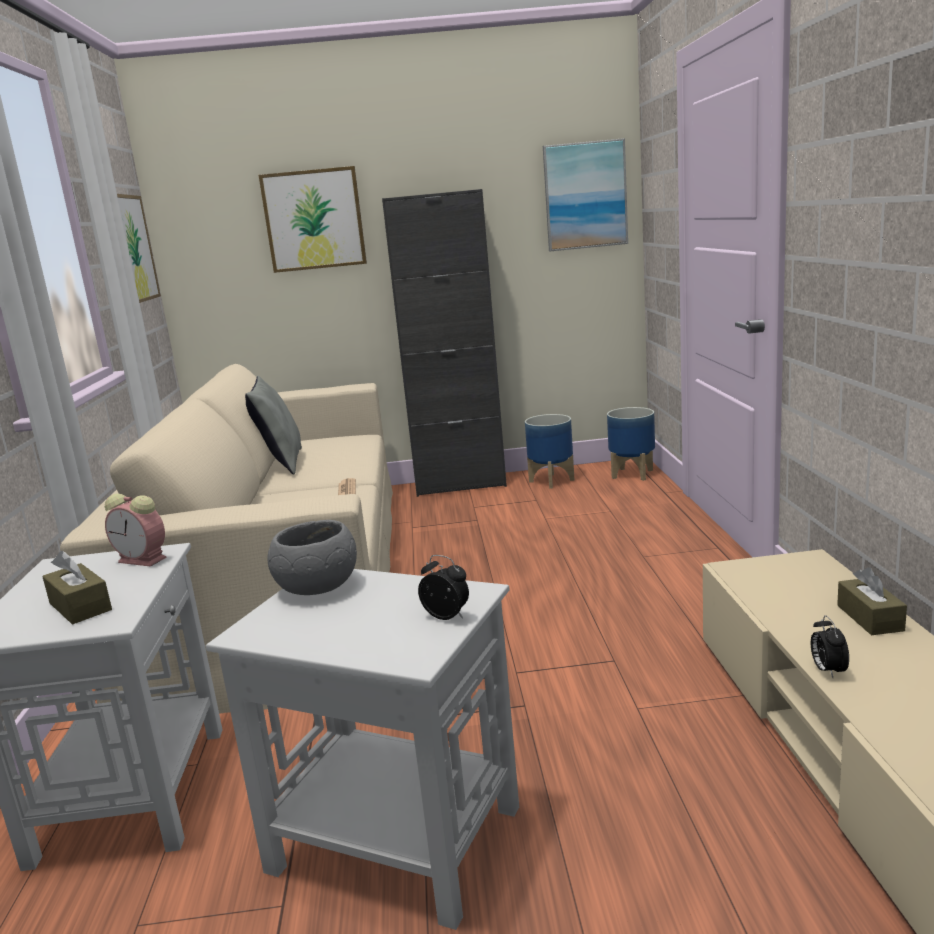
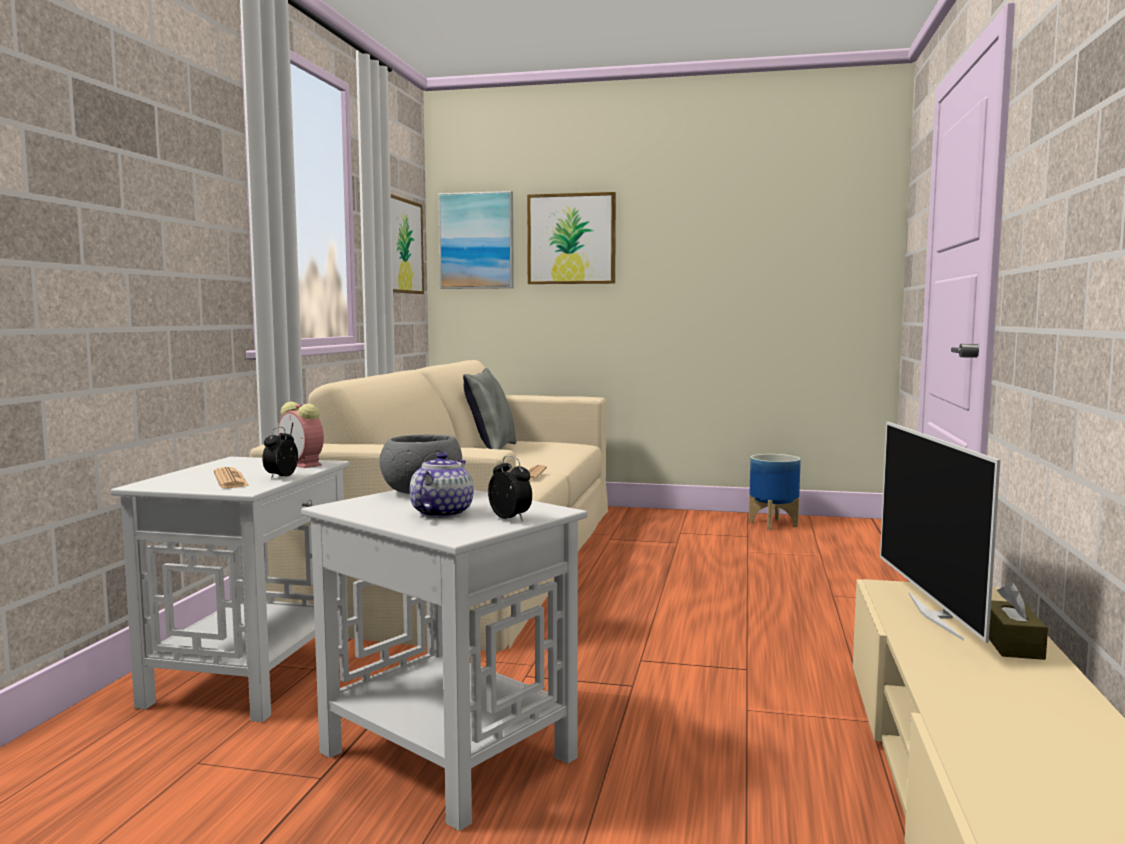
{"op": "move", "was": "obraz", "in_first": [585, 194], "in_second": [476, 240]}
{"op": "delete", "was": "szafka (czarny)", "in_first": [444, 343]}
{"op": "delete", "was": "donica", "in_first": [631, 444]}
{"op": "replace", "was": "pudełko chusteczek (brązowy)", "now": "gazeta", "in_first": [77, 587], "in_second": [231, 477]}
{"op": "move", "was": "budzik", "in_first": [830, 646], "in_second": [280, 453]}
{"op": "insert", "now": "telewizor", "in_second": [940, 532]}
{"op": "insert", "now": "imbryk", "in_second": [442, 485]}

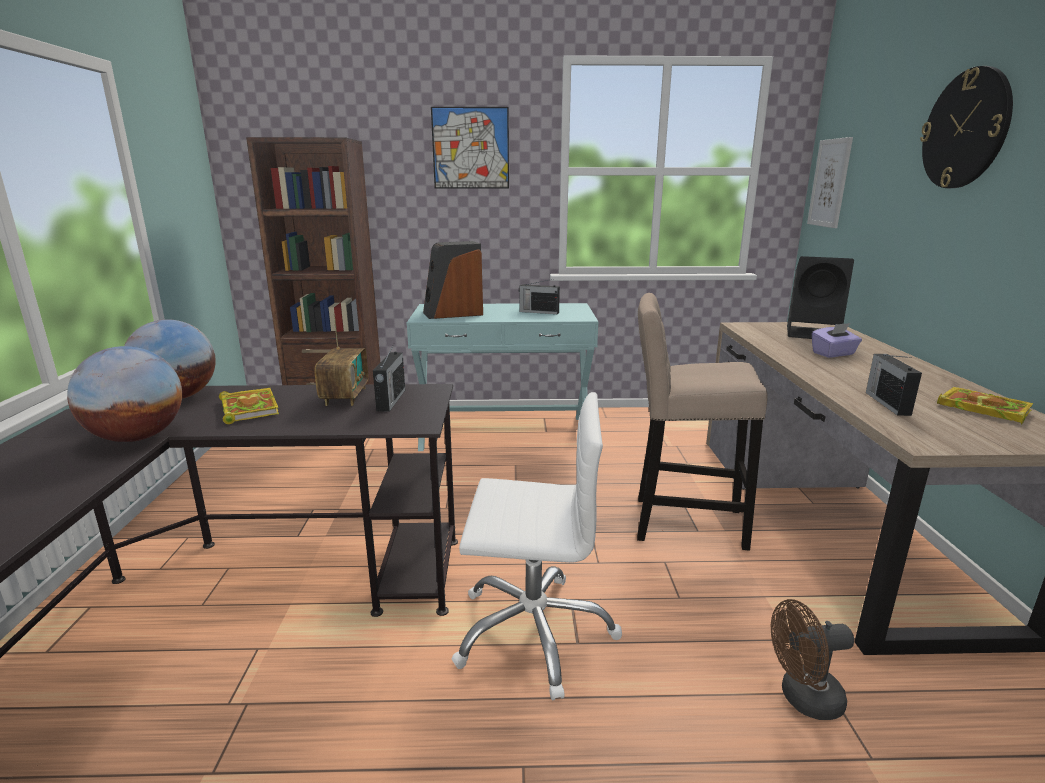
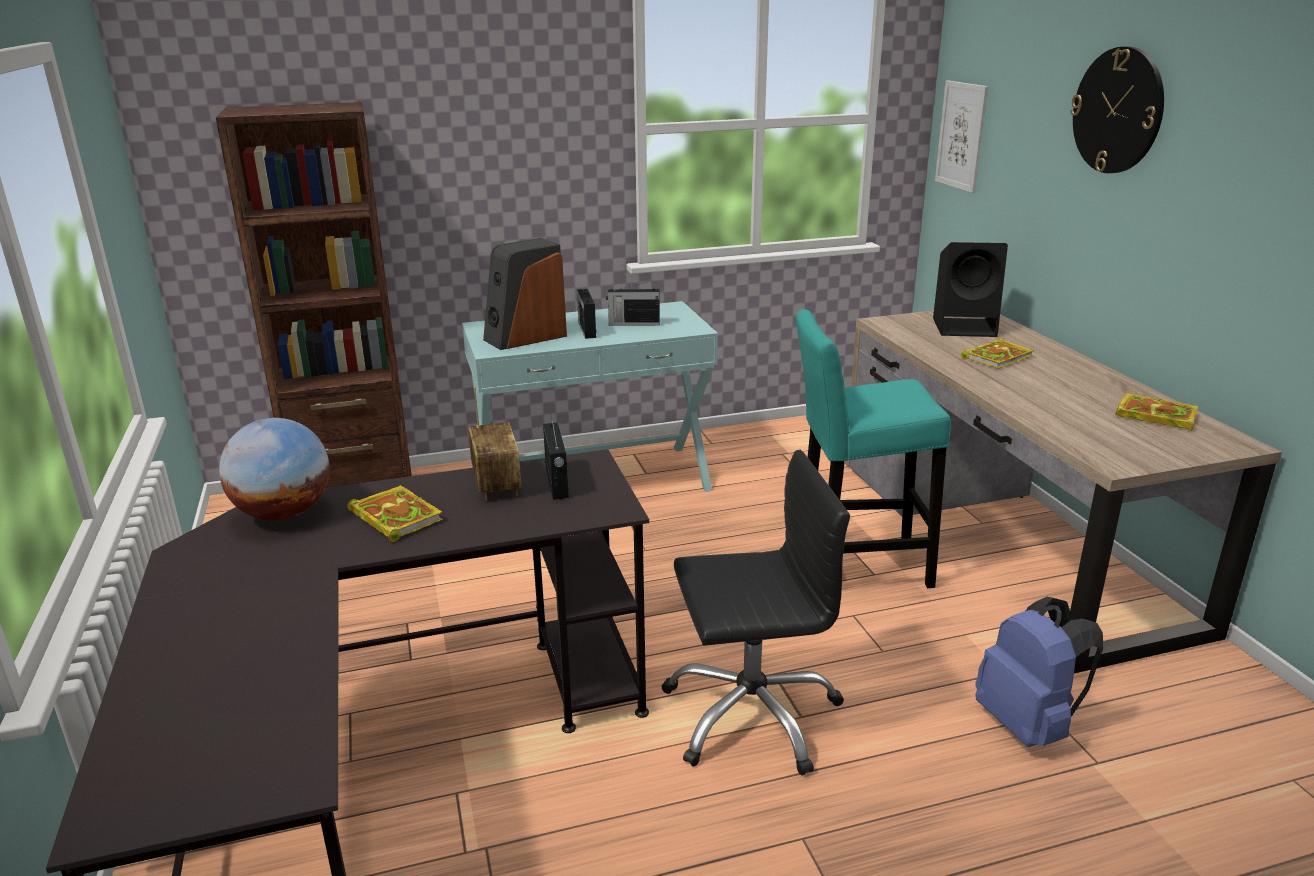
{"op": "delete", "was": "obraz", "in_first": [470, 148]}
{"op": "recolor", "was": "stołek (beżowy)", "now": "stołek (turkusowy)", "in_first": [702, 422], "in_second": [873, 448]}
{"op": "replace", "was": "pudełko chusteczek (fioletowy)", "now": "książka", "in_first": [837, 340], "in_second": [997, 353]}
{"op": "delete", "was": "globus", "in_first": [124, 394]}
{"op": "move", "was": "radio", "in_first": [894, 385], "in_second": [586, 314]}
{"op": "recolor", "was": "krzesło biurowe (biały)", "now": "krzesło biurowe (czarny)", "in_first": [537, 546], "in_second": [755, 613]}
{"op": "replace", "was": "wentylator (brązowy)", "now": "plecak (niebieski)", "in_first": [812, 659], "in_second": [1039, 672]}

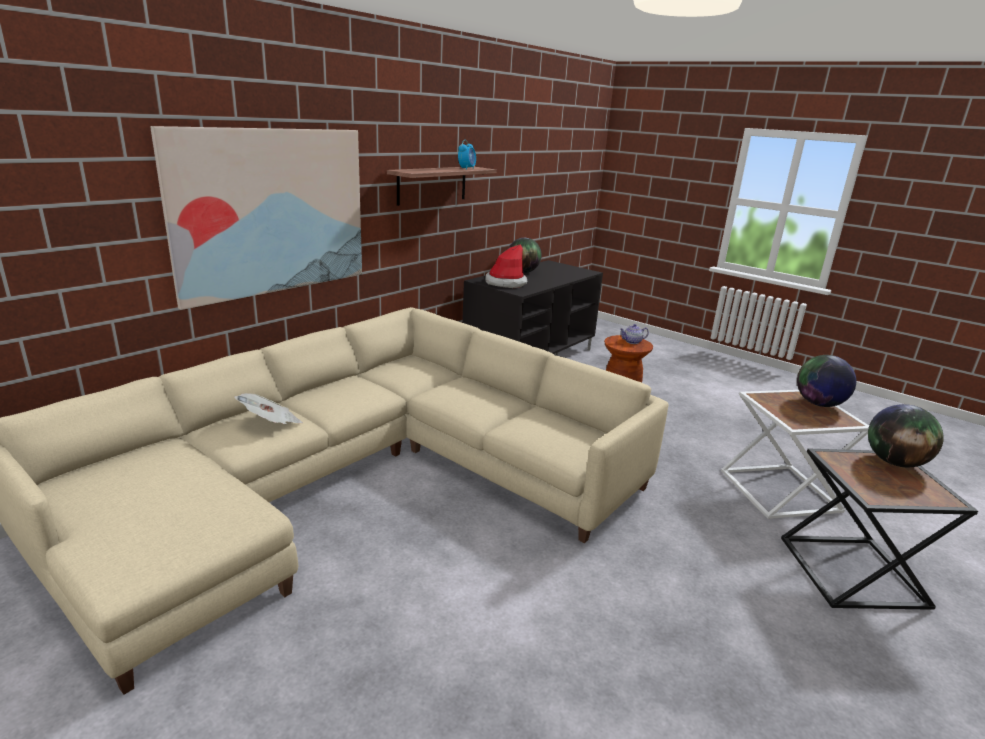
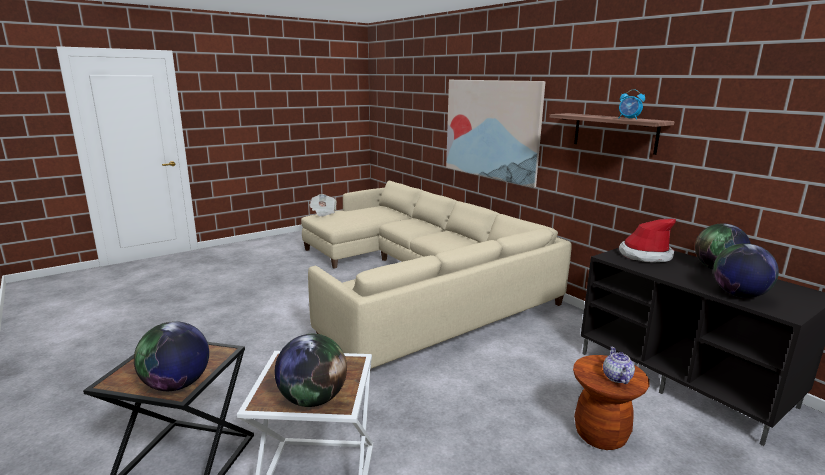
{"op": "move", "was": "gazeta", "in_first": [268, 408], "in_second": [322, 205]}
{"op": "insert", "now": "globus", "in_second": [746, 270]}

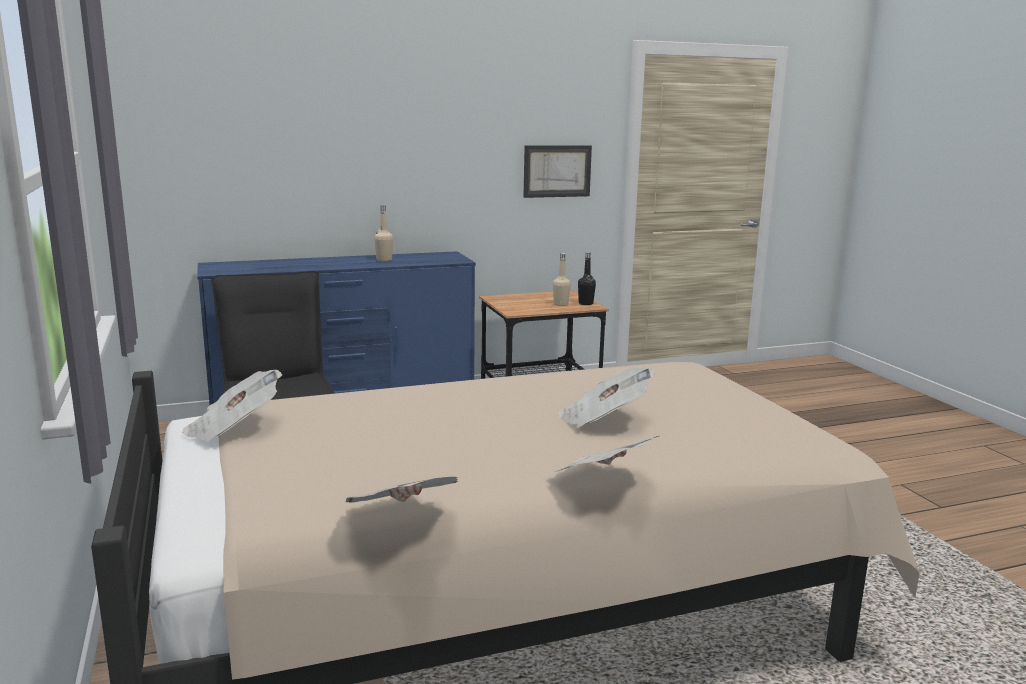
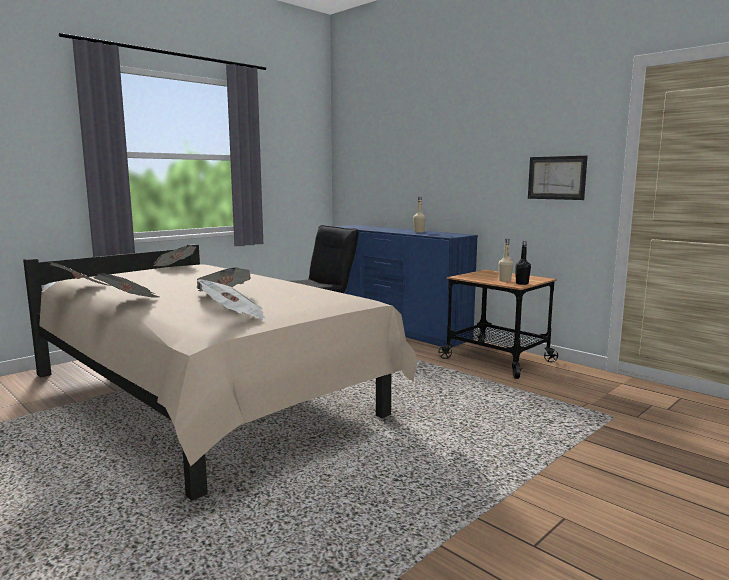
{"op": "insert", "now": "gazeta", "in_second": [232, 299]}

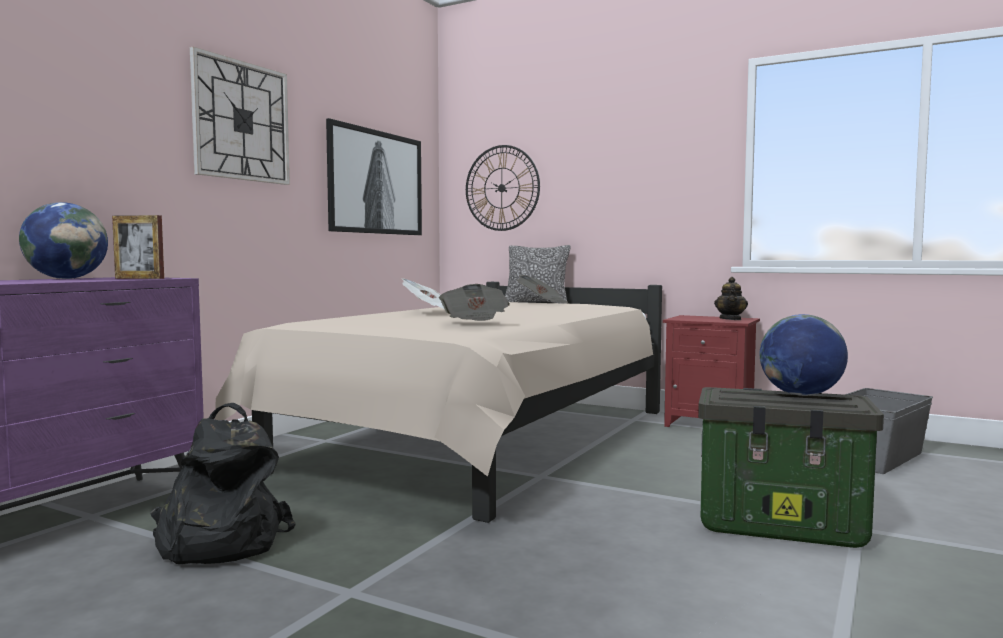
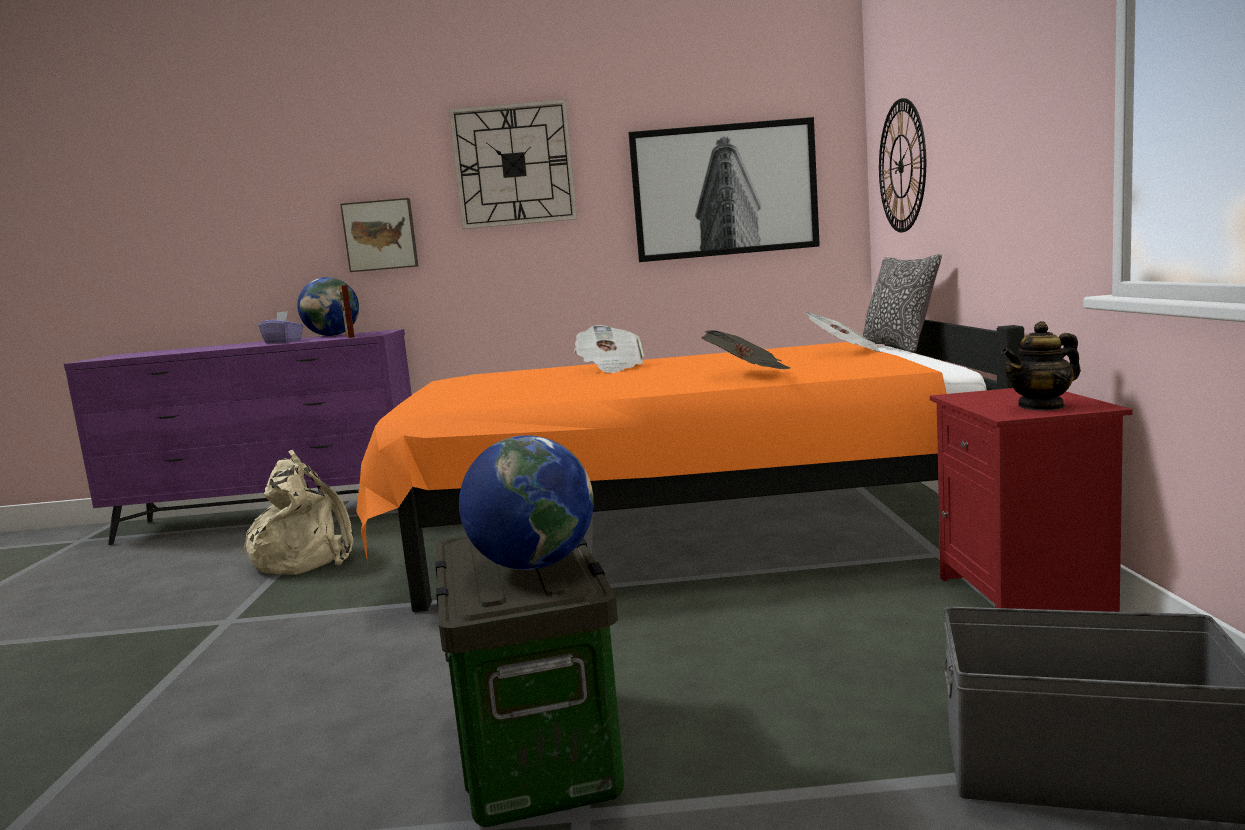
{"op": "recolor", "was": "łóżko (beżowy)", "now": "łóżko (pomarańczowy)", "in_first": [438, 402], "in_second": [690, 466]}
{"op": "move", "was": "gazeta", "in_first": [474, 302], "in_second": [746, 349]}
{"op": "recolor", "was": "plecak (czarny)", "now": "plecak (beżowy)", "in_first": [222, 483], "in_second": [297, 512]}
{"op": "insert", "now": "obraz", "in_second": [379, 235]}
{"op": "insert", "now": "pudełko chusteczek (fioletowy)", "in_second": [281, 327]}

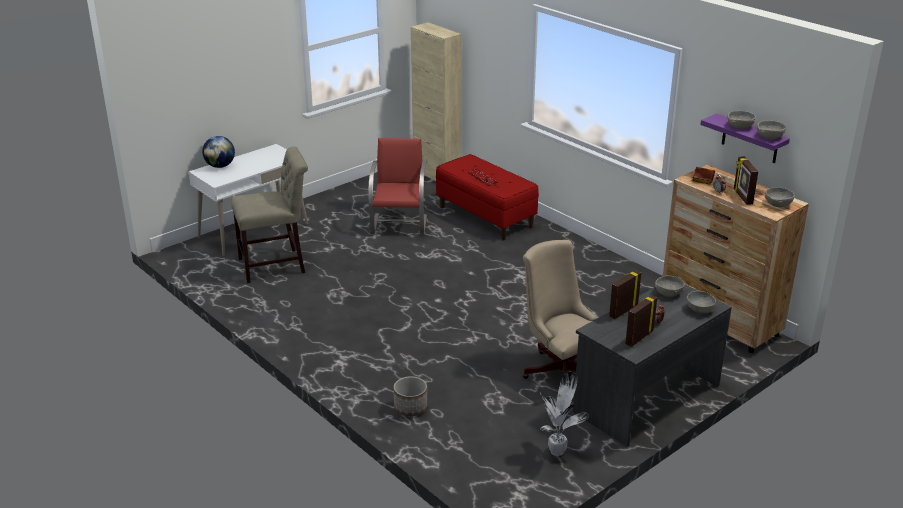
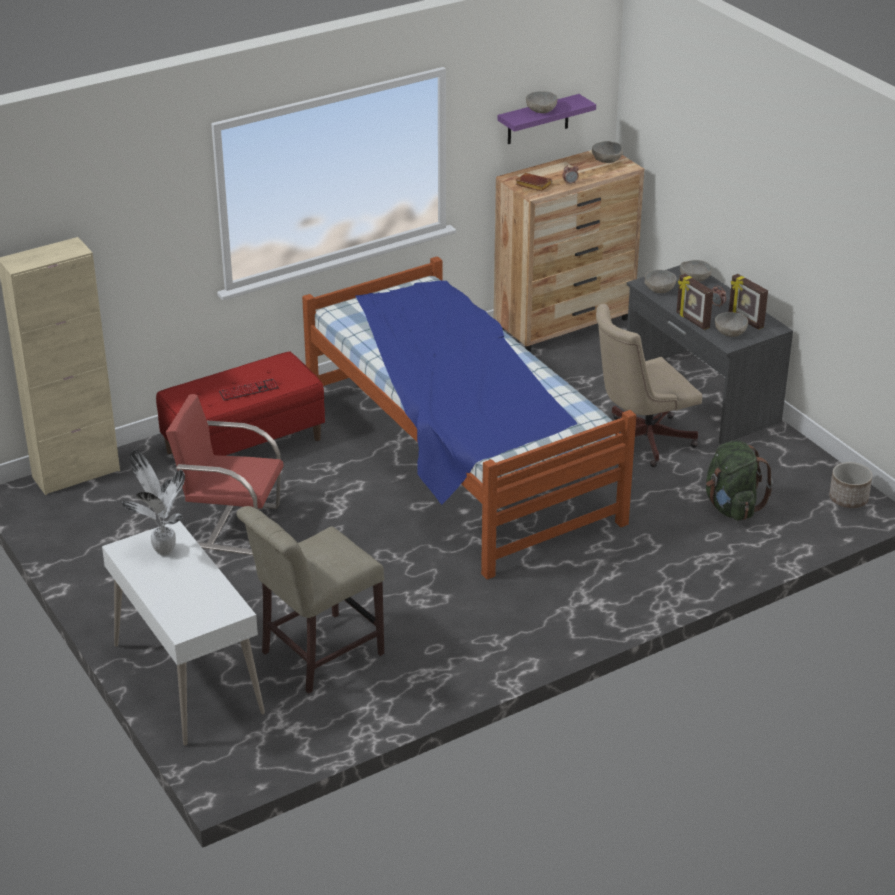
{"op": "move", "was": "miska (szary)", "in_first": [771, 129], "in_second": [731, 324]}
{"op": "delete", "was": "globus", "in_first": [218, 152]}
{"op": "rotate", "was": "krzesło (beżowy)", "in_first": [269, 214], "in_second": [310, 600], "clockwise": -120}
{"op": "delete", "was": "ramka na zdjęcie", "in_first": [746, 180]}
{"op": "move", "was": "roślina doniczkowa", "in_first": [564, 413], "in_second": [153, 503]}
{"op": "move", "was": "donica", "in_first": [410, 396], "in_second": [850, 485]}
{"op": "insert", "now": "łóżko", "in_second": [469, 418]}
{"op": "insert", "now": "plecak (zielony)", "in_second": [739, 481]}

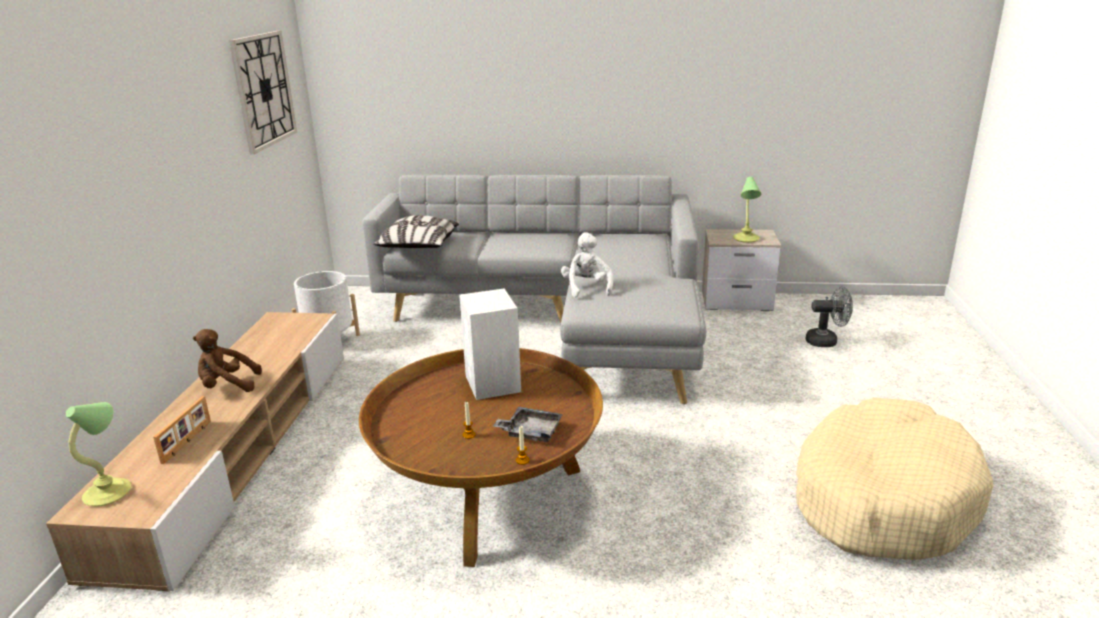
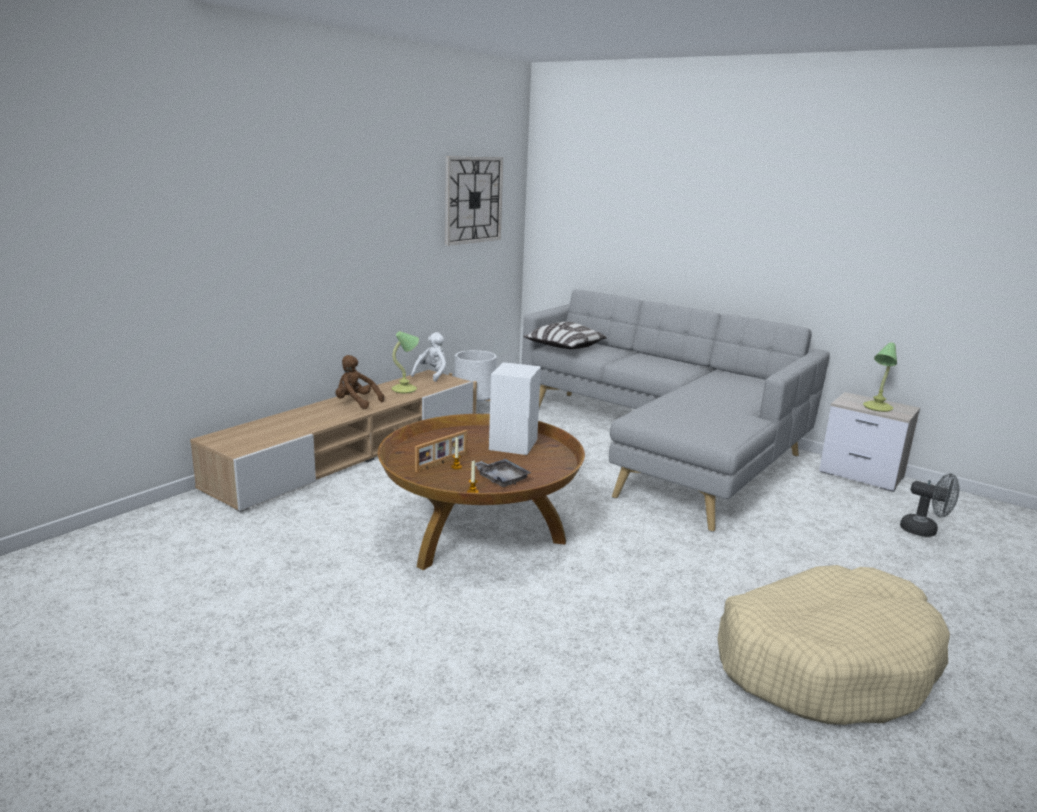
{"op": "move", "was": "pluszak (biały)", "in_first": [587, 264], "in_second": [428, 357]}
{"op": "move", "was": "ramka na zdjęcie", "in_first": [182, 430], "in_second": [441, 451]}
{"op": "move", "was": "lampa stołowa", "in_first": [98, 454], "in_second": [405, 362]}

